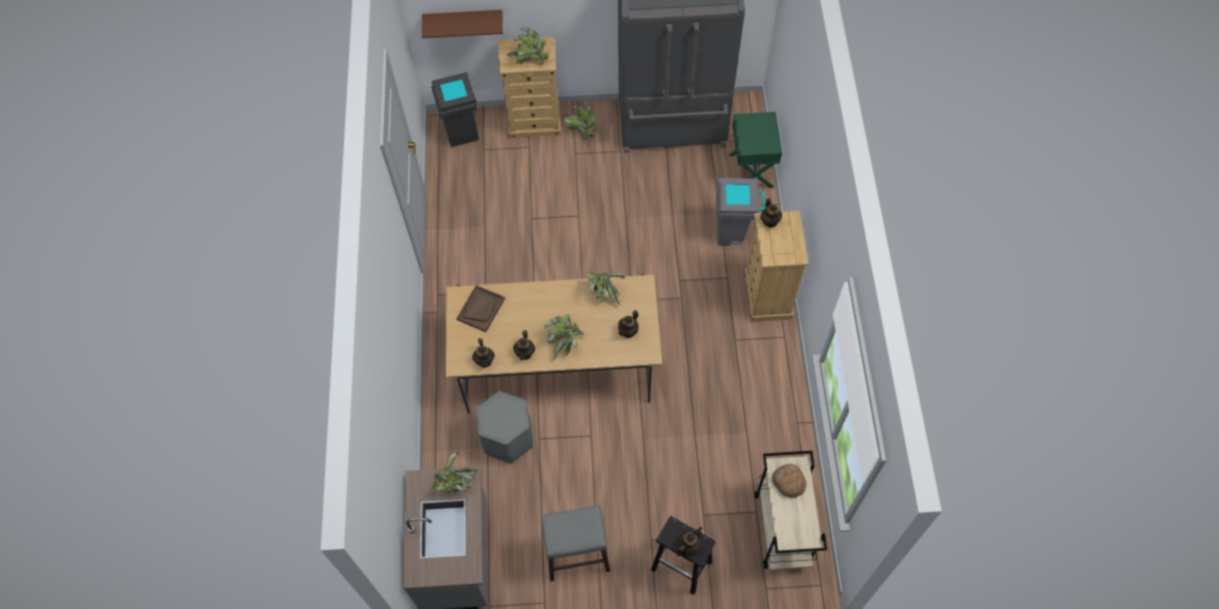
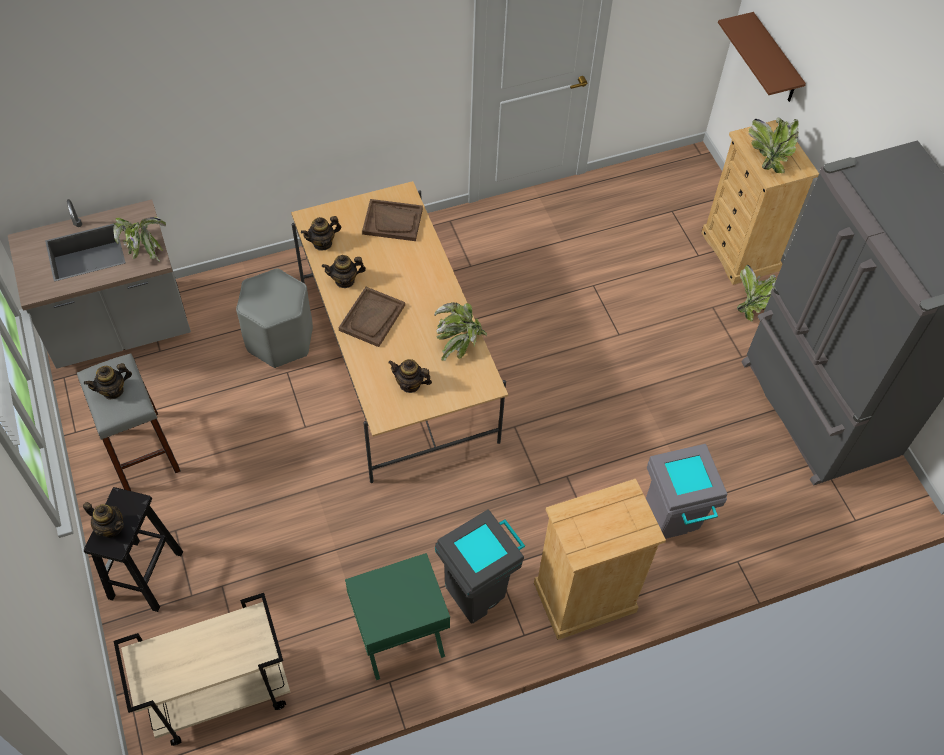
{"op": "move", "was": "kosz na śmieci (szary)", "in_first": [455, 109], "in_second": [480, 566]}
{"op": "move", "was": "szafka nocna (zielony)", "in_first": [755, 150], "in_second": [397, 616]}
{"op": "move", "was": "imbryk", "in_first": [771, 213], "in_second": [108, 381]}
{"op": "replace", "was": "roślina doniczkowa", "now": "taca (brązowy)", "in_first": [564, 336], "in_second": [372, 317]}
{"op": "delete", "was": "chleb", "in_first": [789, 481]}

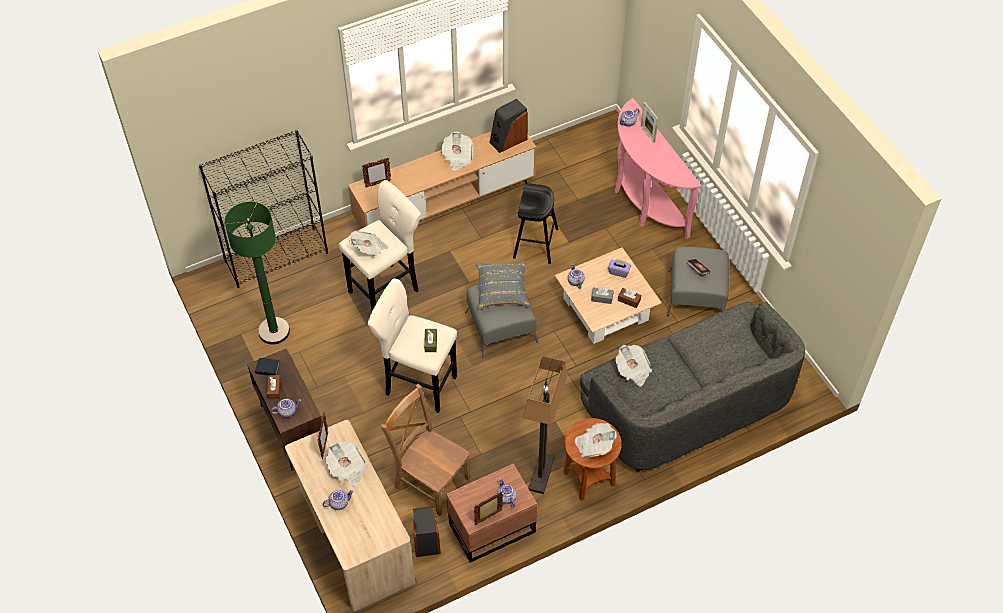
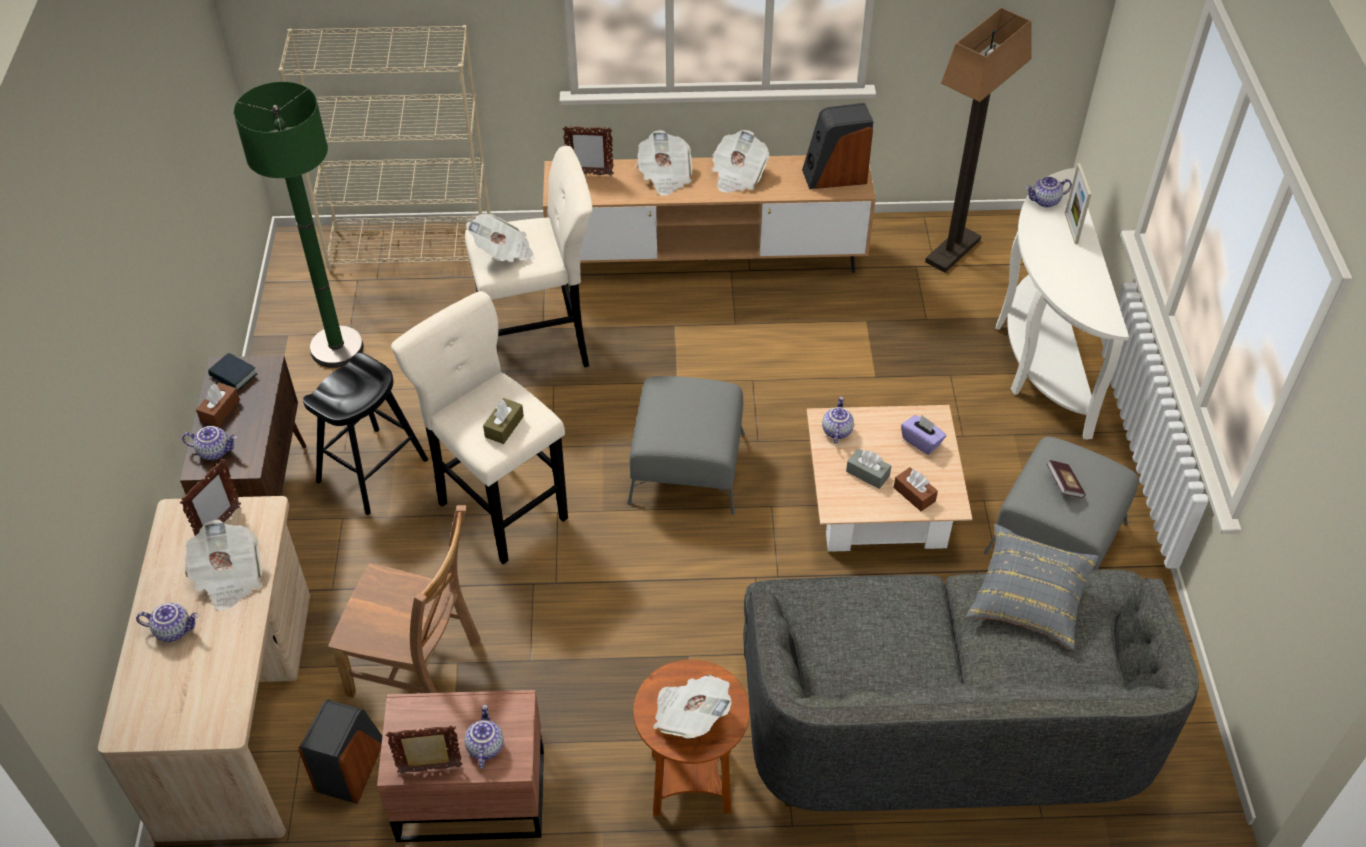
{"op": "recolor", "was": "stolik konsolowy (różowy)", "now": "stolik konsolowy (biały)", "in_first": [658, 168], "in_second": [1062, 304]}
{"op": "recolor", "was": "regał (czarny)", "now": "regał (beżowy)", "in_first": [263, 209], "in_second": [384, 148]}
{"op": "move", "was": "stołek (czarny)", "in_first": [535, 224], "in_second": [365, 434]}
{"op": "move", "was": "poduszka (szary)", "in_first": [502, 285], "in_second": [1032, 587]}
{"op": "move", "was": "gazeta", "in_first": [633, 366], "in_second": [664, 163]}
{"op": "move", "was": "lampa stojąca", "in_first": [545, 425], "in_second": [978, 140]}
{"op": "rotate", "was": "krzesło (brązowy)", "in_first": [426, 450], "in_second": [404, 601], "clockwise": 135}

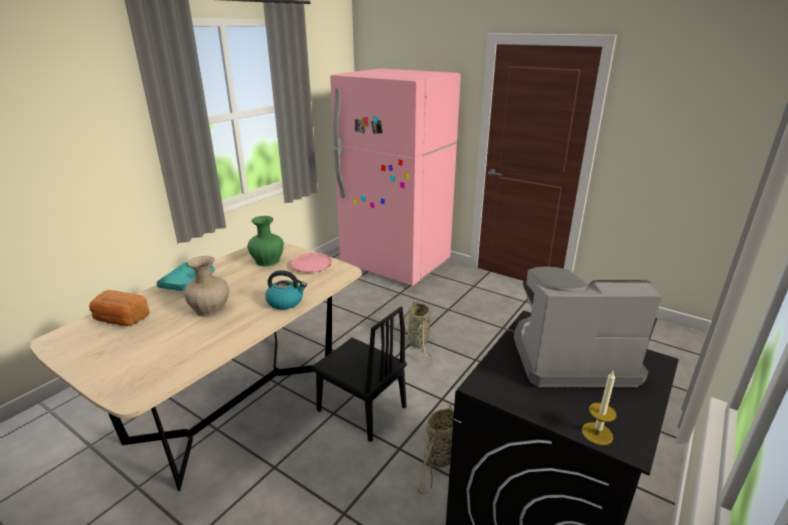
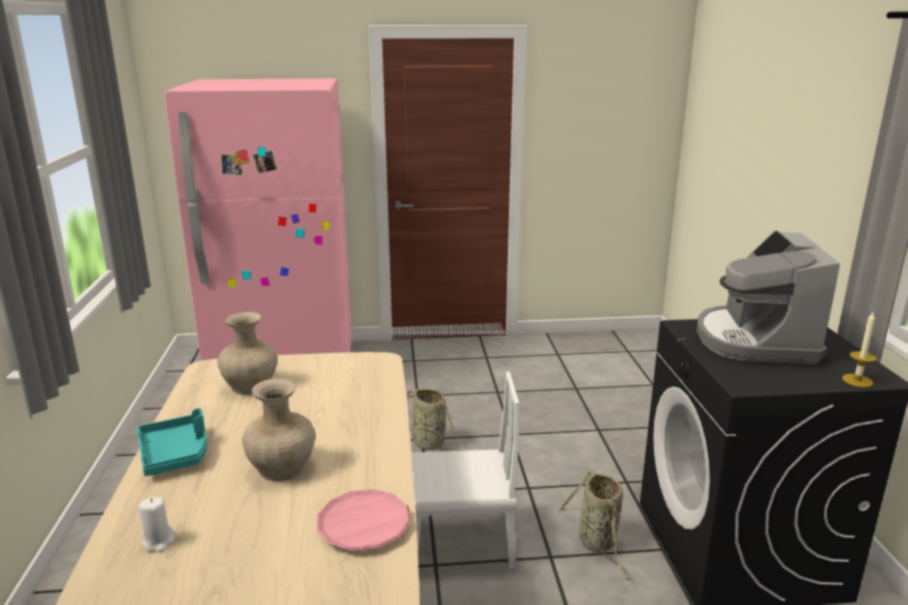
{"op": "recolor", "was": "wazon (zielony)", "now": "wazon (beżowy)", "in_first": [265, 241], "in_second": [247, 353]}
{"op": "move", "was": "talerz (różowy)", "in_first": [311, 262], "in_second": [364, 520]}
{"op": "rotate", "was": "ekspres do kawy", "in_first": [588, 327], "in_second": [768, 297], "clockwise": -45}
{"op": "delete", "was": "czajnik", "in_first": [286, 290]}
{"op": "replace", "was": "chleb", "now": "świeca (biały)", "in_first": [119, 308], "in_second": [157, 524]}
{"op": "recolor", "was": "krzesło (czarny)", "now": "krzesło (biały)", "in_first": [359, 374], "in_second": [465, 470]}

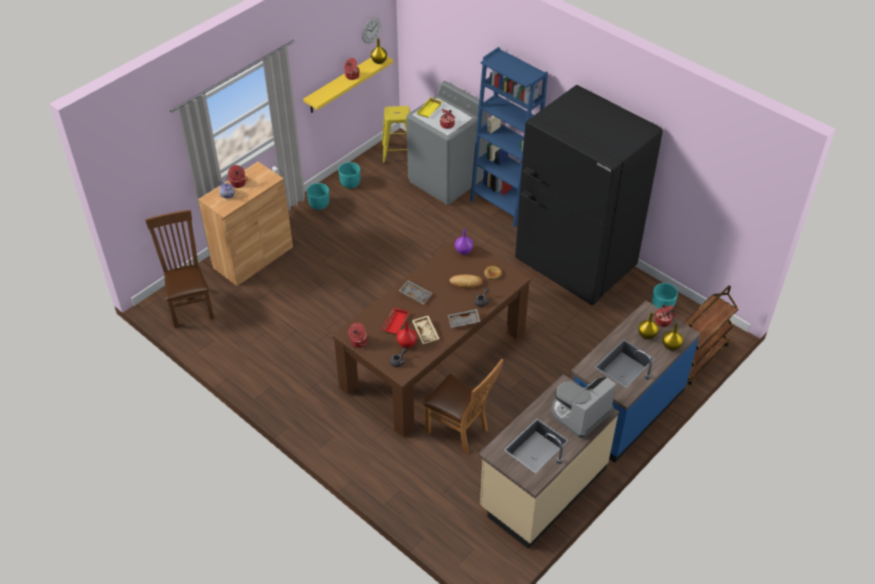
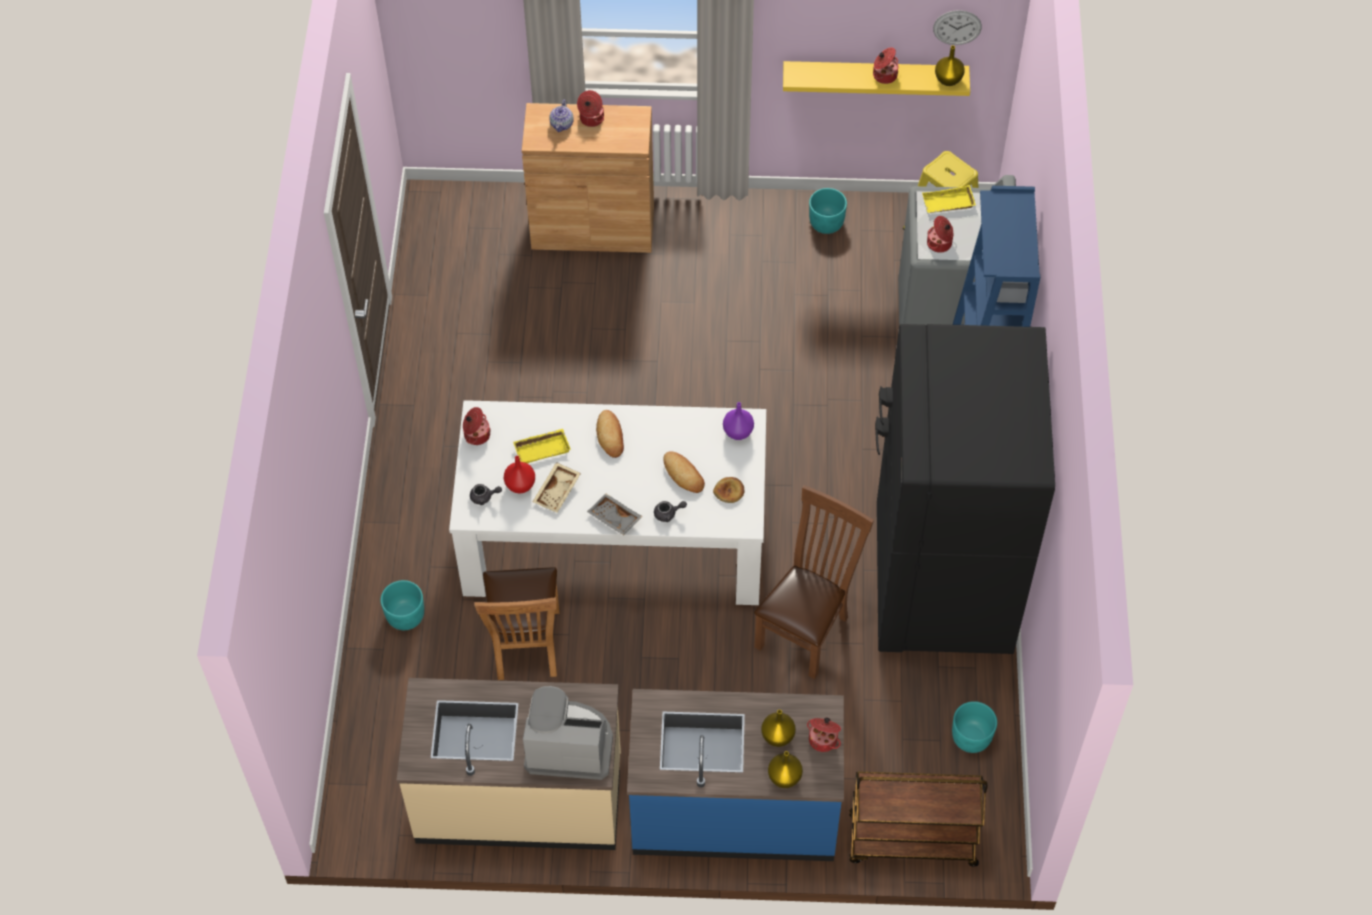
{"op": "move", "was": "donica (turkusowy)", "in_first": [318, 196], "in_second": [402, 605]}
{"op": "move", "was": "krzesło (brązowy)", "in_first": [179, 268], "in_second": [814, 582]}
{"op": "recolor", "was": "stół jadalny (brązowy)", "now": "stół jadalny (biały)", "in_first": [431, 336], "in_second": [607, 502]}
{"op": "replace", "was": "taca (szary)", "now": "chleb", "in_first": [415, 292], "in_second": [610, 434]}
{"op": "recolor", "was": "taca (czerwony)", "now": "taca (żółty)", "in_first": [395, 321], "in_second": [542, 446]}

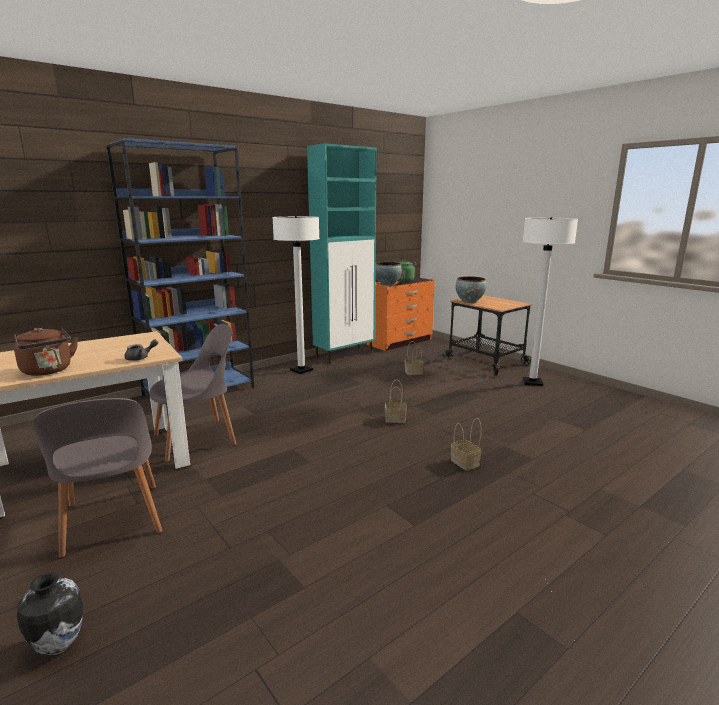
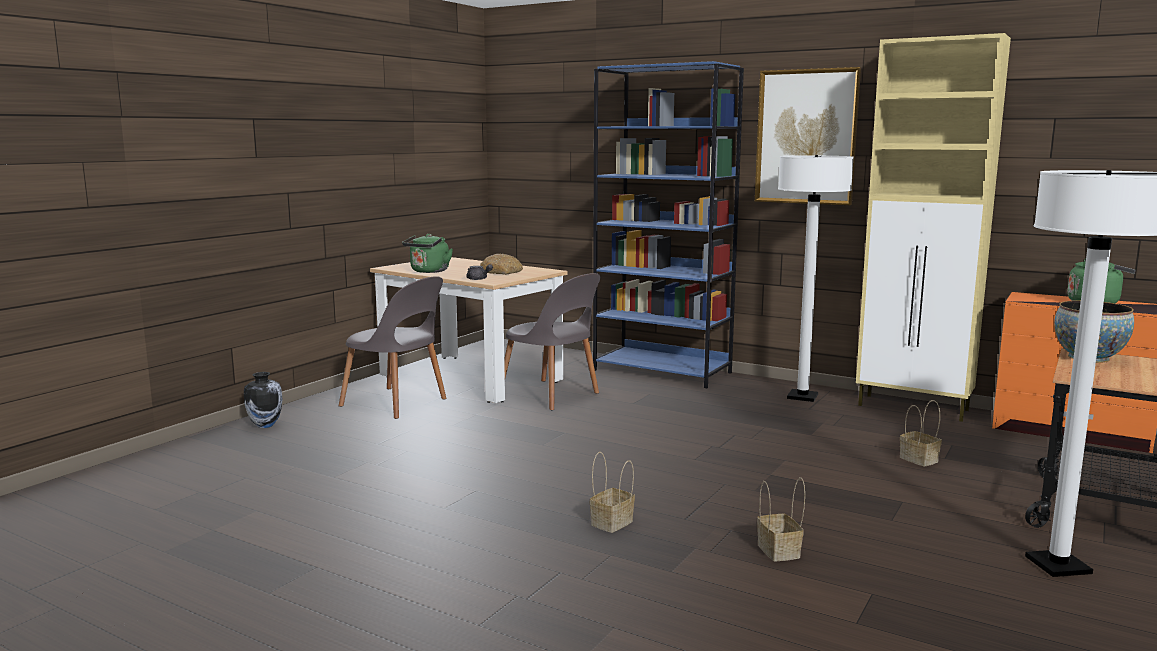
{"op": "recolor", "was": "szafka (turkusowy)", "now": "szafka (beżowy)", "in_first": [342, 253], "in_second": [933, 227]}
{"op": "delete", "was": "miska", "in_first": [388, 274]}
{"op": "recolor", "was": "czajnik (brązowy)", "now": "czajnik (zielony)", "in_first": [46, 351], "in_second": [427, 253]}
{"op": "move", "was": "koszyk", "in_first": [396, 401], "in_second": [781, 519]}
{"op": "rotate", "was": "krzesło (szary)", "in_first": [97, 478], "in_second": [393, 347], "clockwise": -105}
{"op": "insert", "now": "obraz", "in_second": [808, 136]}
{"op": "insert", "now": "chleb", "in_second": [501, 264]}

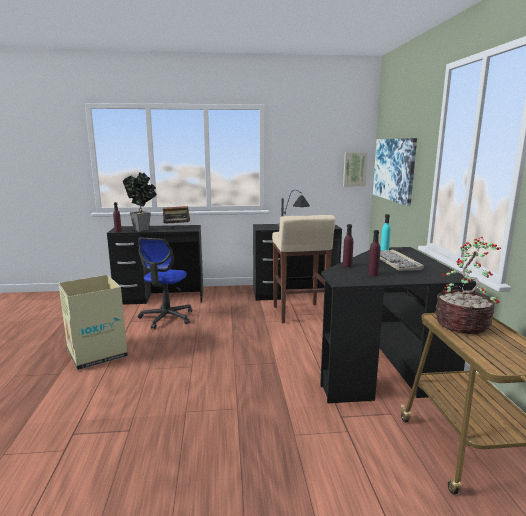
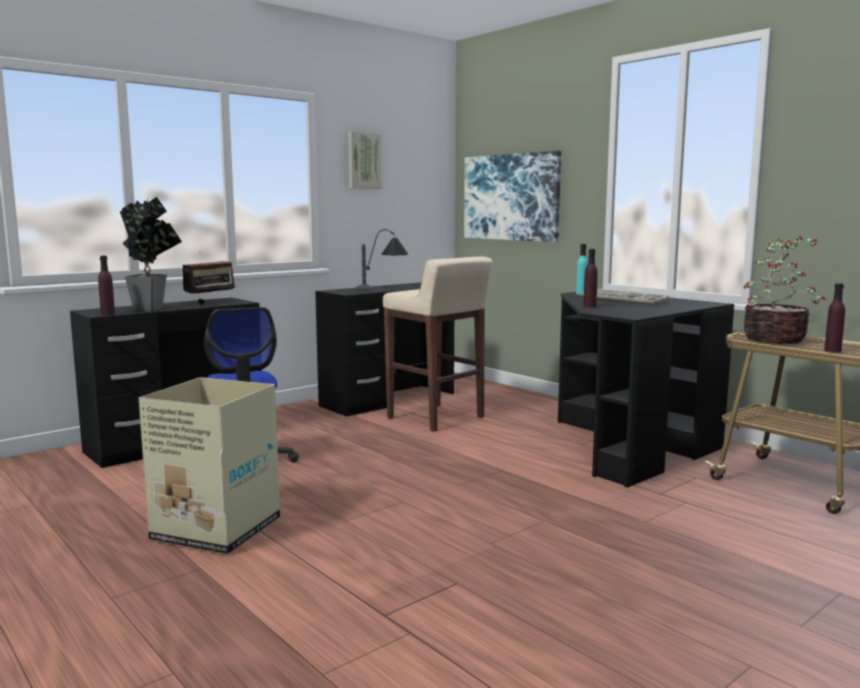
{"op": "move", "was": "obraz", "in_first": [355, 169], "in_second": [365, 160]}
{"op": "move", "was": "butelka (fioletowy)", "in_first": [374, 253], "in_second": [834, 317]}

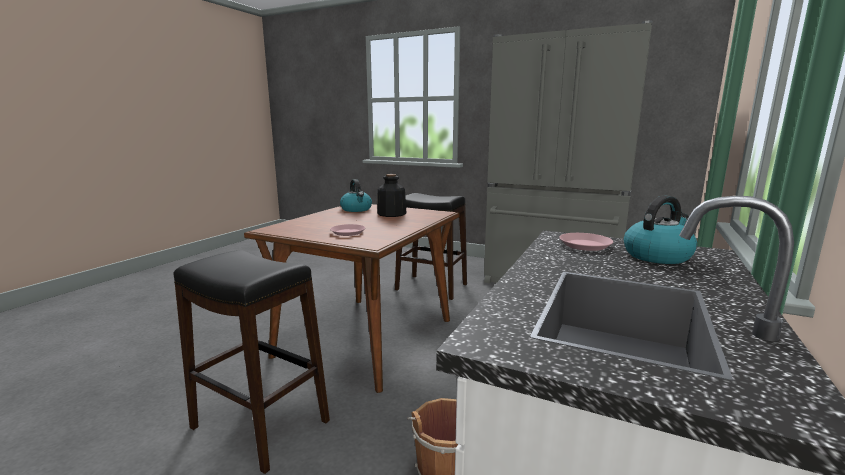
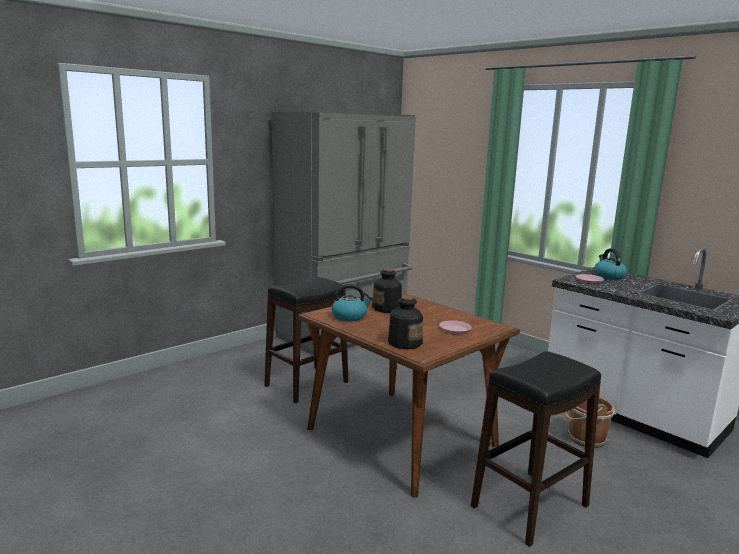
{"op": "insert", "now": "butelka", "in_second": [405, 322]}

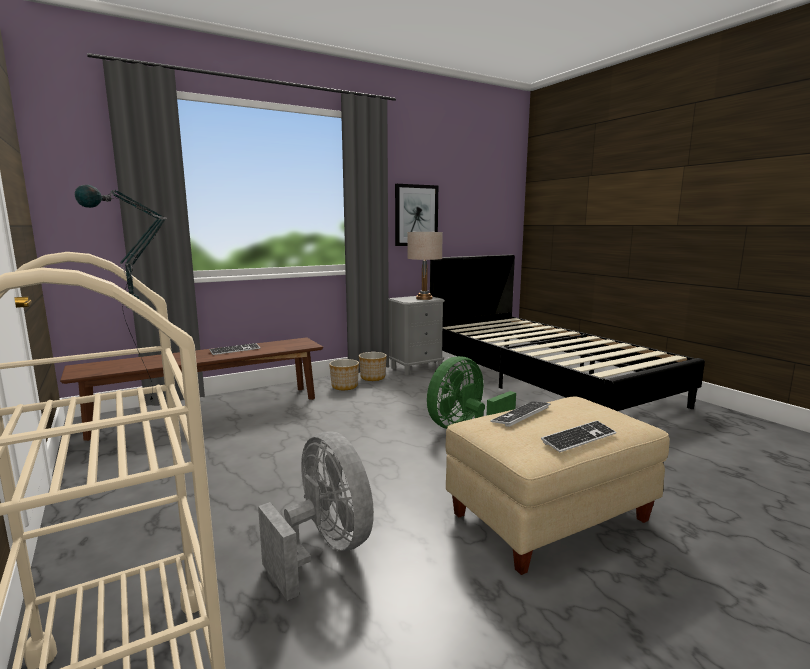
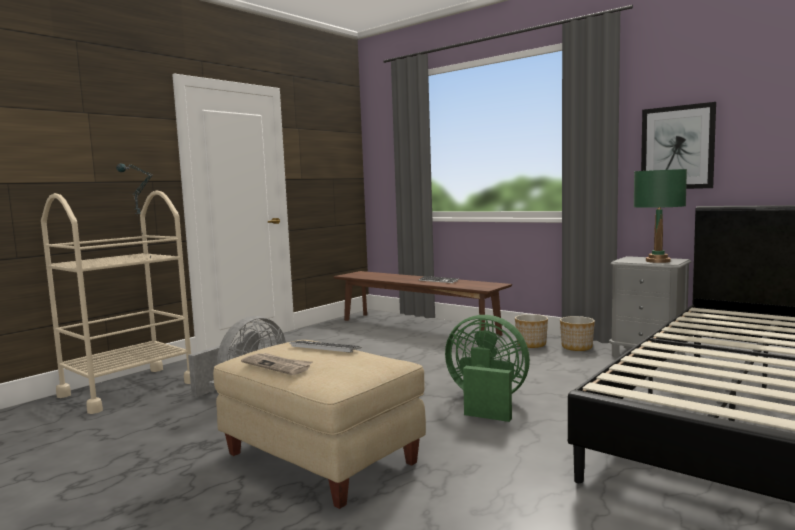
{"op": "recolor", "was": "lampa stołowa (beżowy)", "now": "lampa stołowa (zielony)", "in_first": [425, 266], "in_second": [660, 216]}
{"op": "replace", "was": "klawiatura", "now": "gazeta", "in_first": [578, 436], "in_second": [276, 364]}

